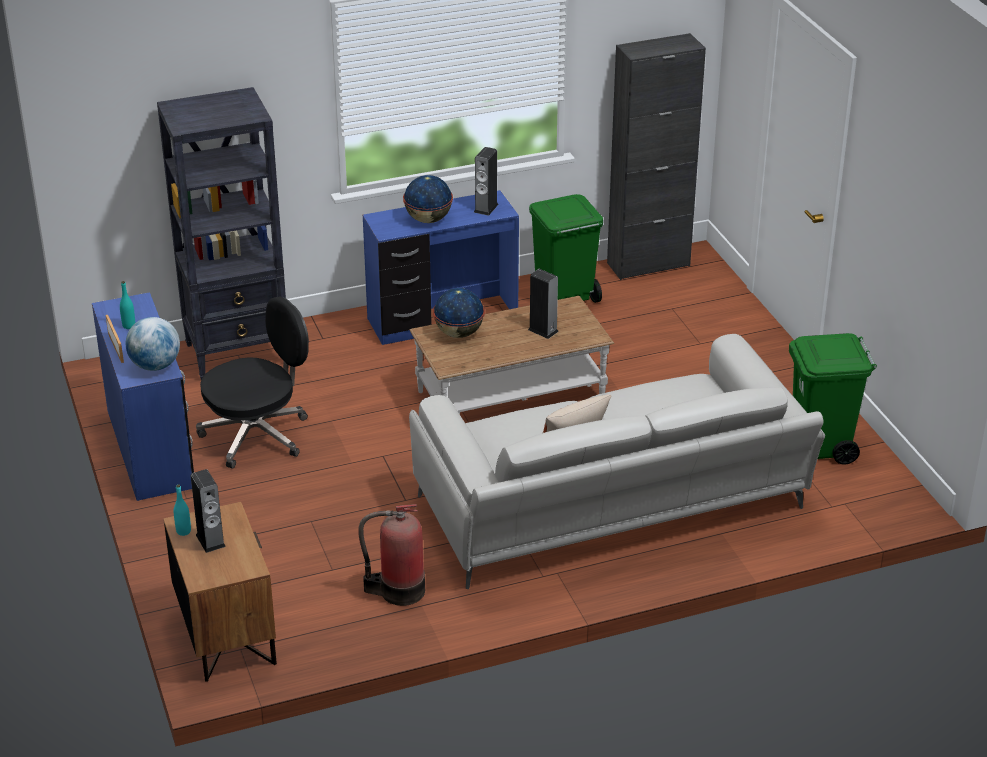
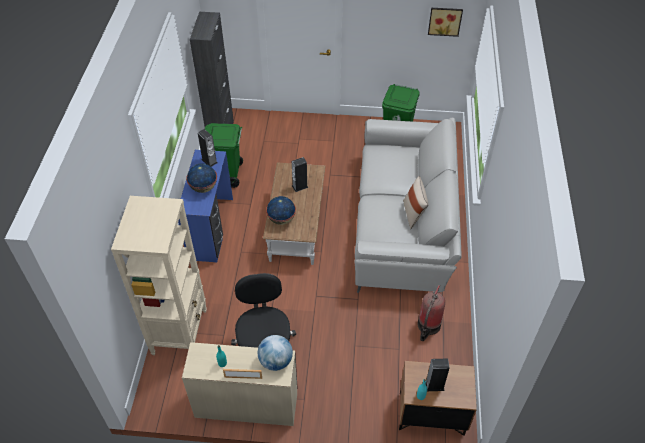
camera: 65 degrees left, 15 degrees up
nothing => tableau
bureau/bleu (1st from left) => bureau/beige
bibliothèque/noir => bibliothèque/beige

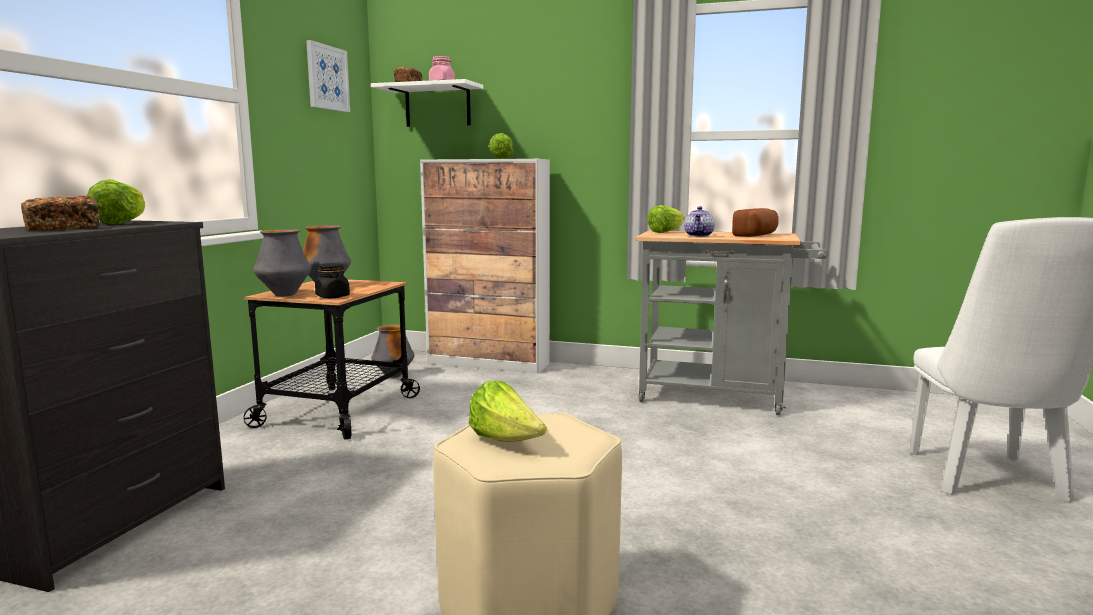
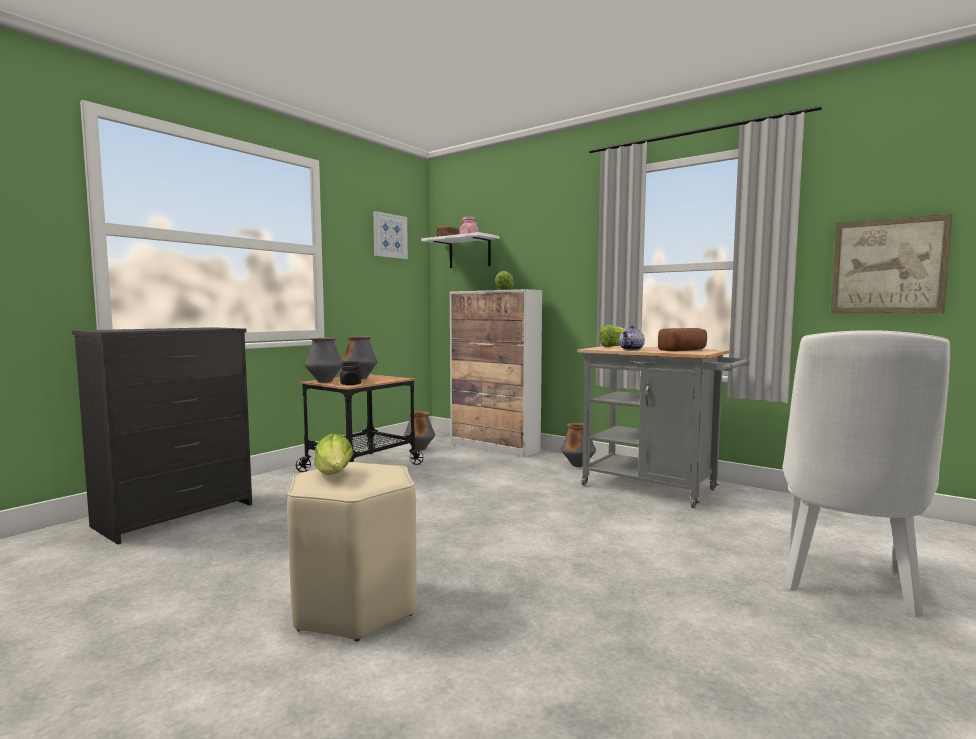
camera: 20 degrees right, 5 degrees down
pain (1st from left) => nothing
laitue (1st from left) => nothing
nothing => vase (4th from left)
nothing => tableau (2nd from left)

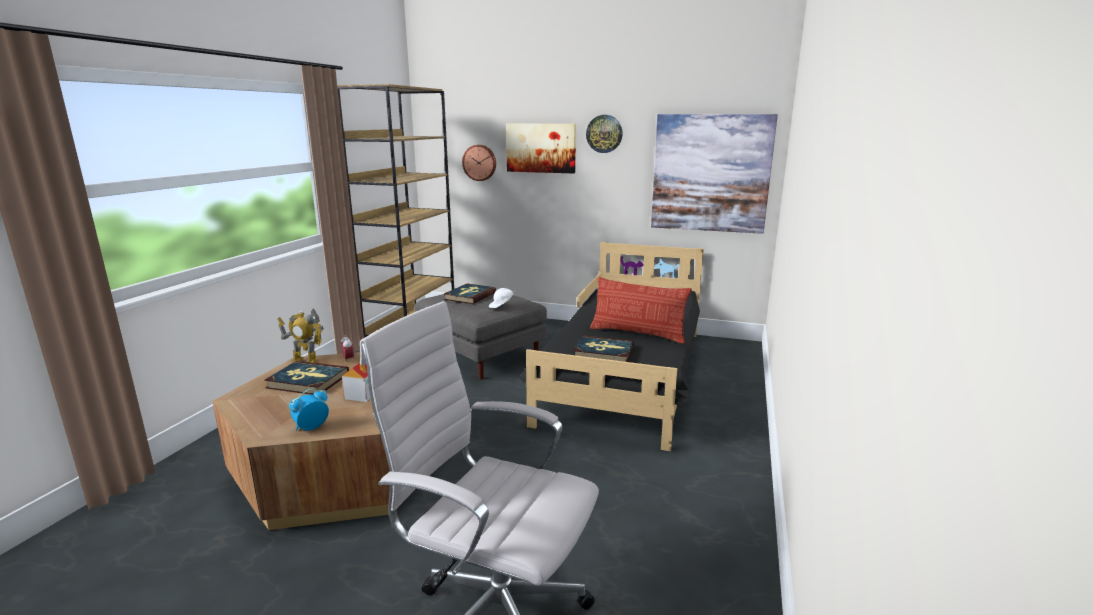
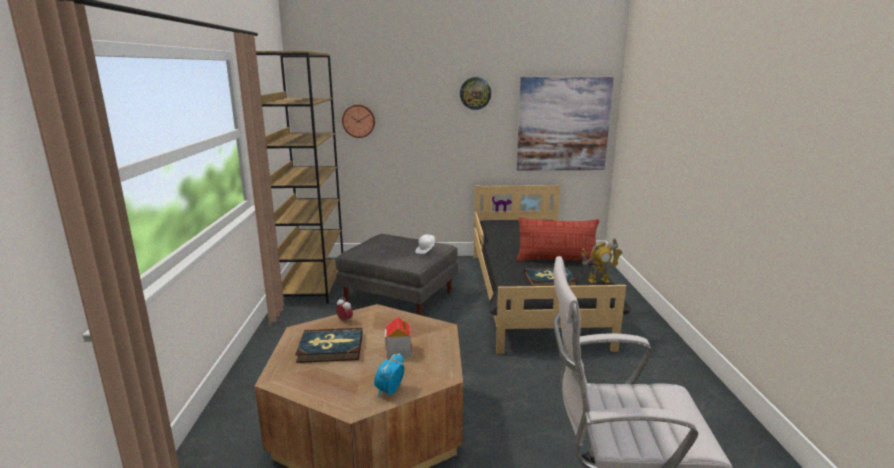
camera: 20 degrees left, 0 degrees up
livre (2nd from left) => nothing
tableau (1st from left) => nothing
robot jouet, move

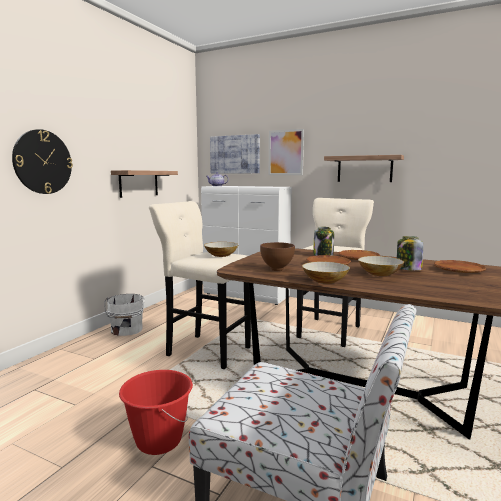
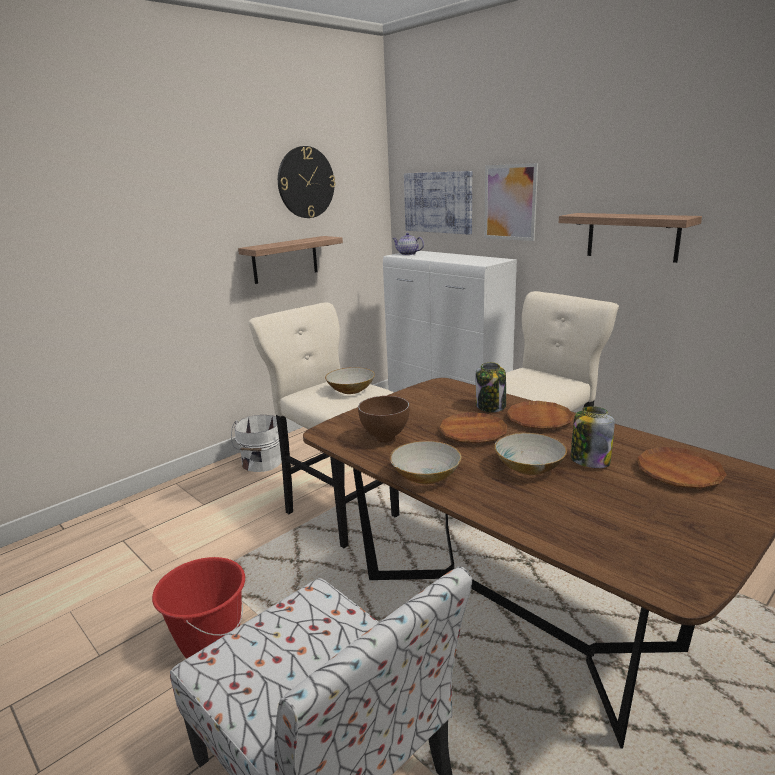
camera: 20 degrees right, 10 degrees up
horloge murale, move

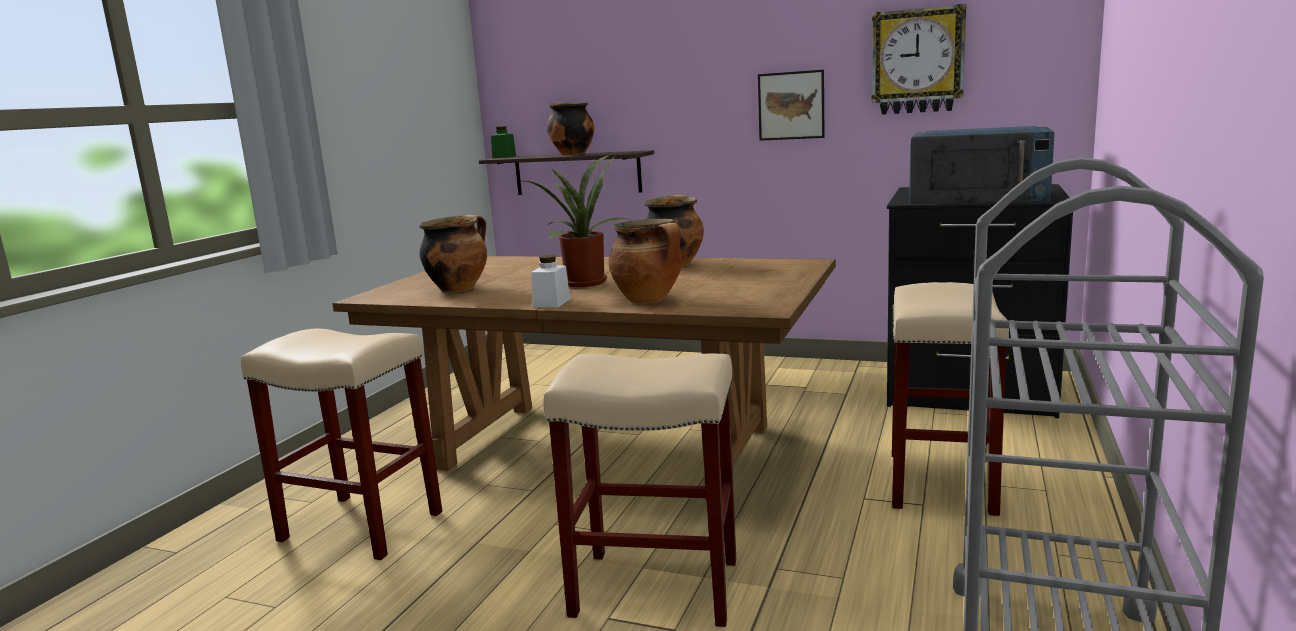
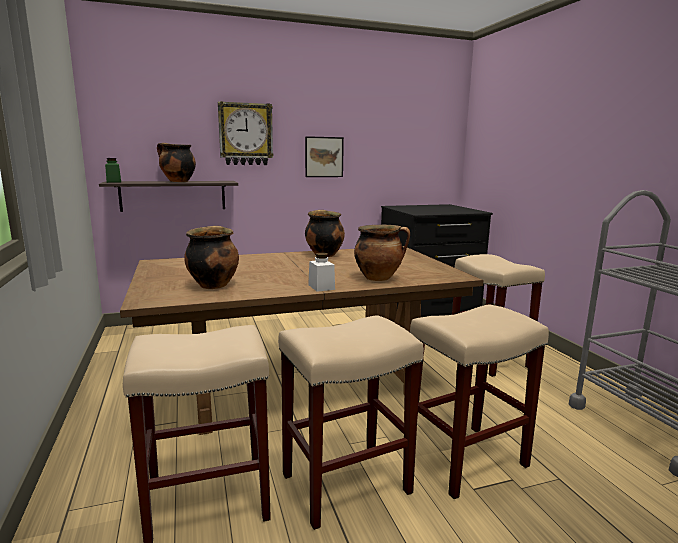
camera: 40 degrees left, 0 degrees up
plante en pot => nothing
micro-ondes/bleu => nothing
nothing => tabouret/beige (2nd from left)
horloge murale, move

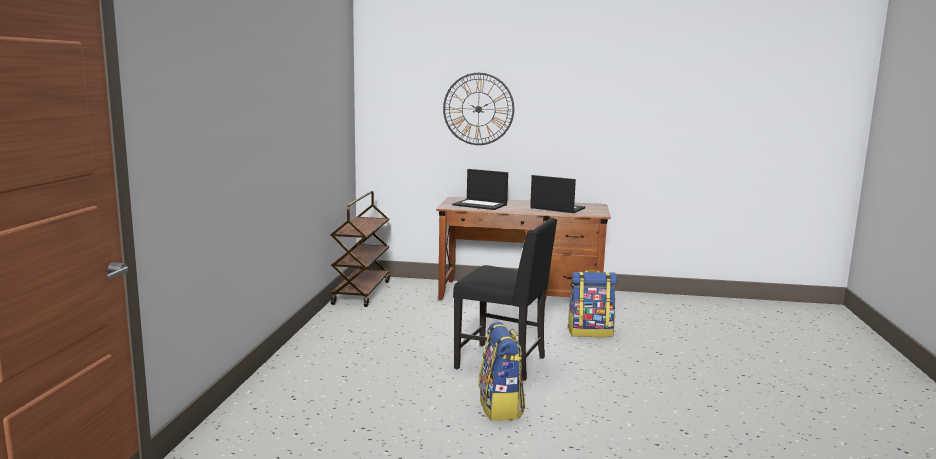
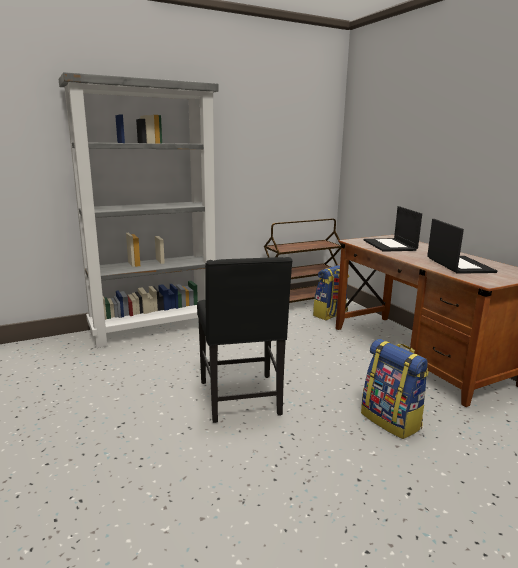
camera: 55 degrees right, 5 degrees up
horloge murale => nothing
nothing => bibliothèque/gris
sac à dos (1st from left), move

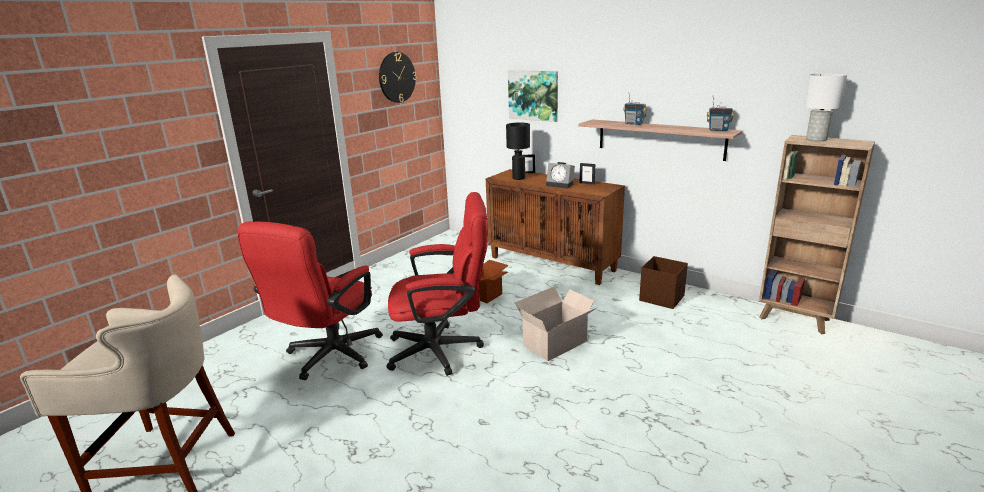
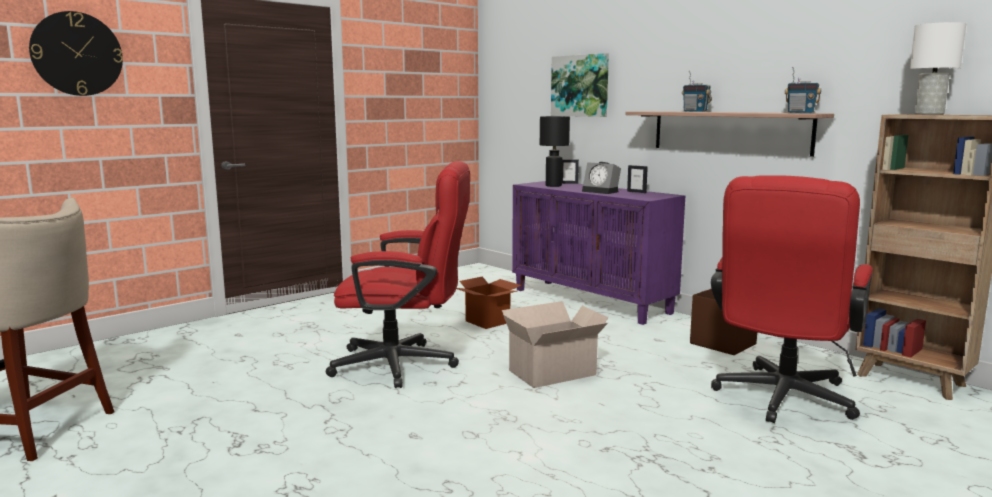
camera: 10 degrees right, 10 degrees down
chaise de bureau/rouge (1st from left in the first image) => chaise de bureau/rouge (2nd from left), move
horloge murale, move
meuble de rangement/marron => meuble de rangement/violet

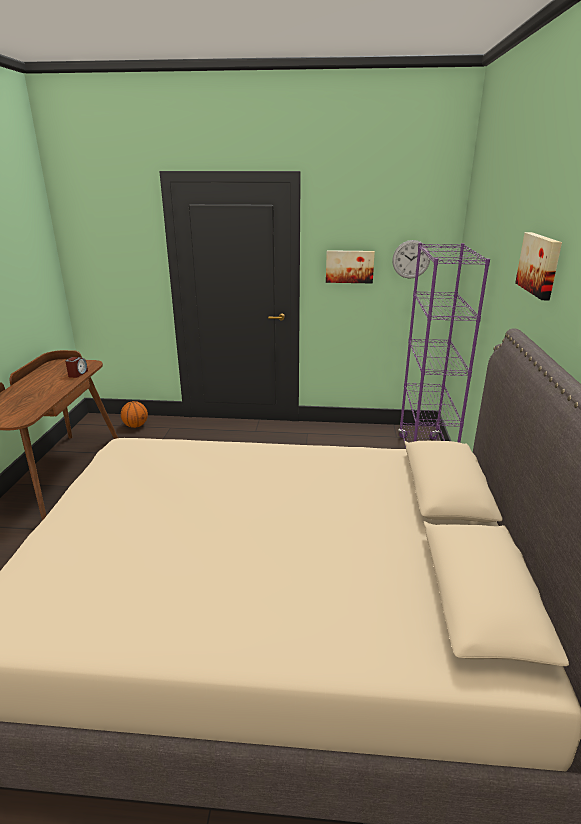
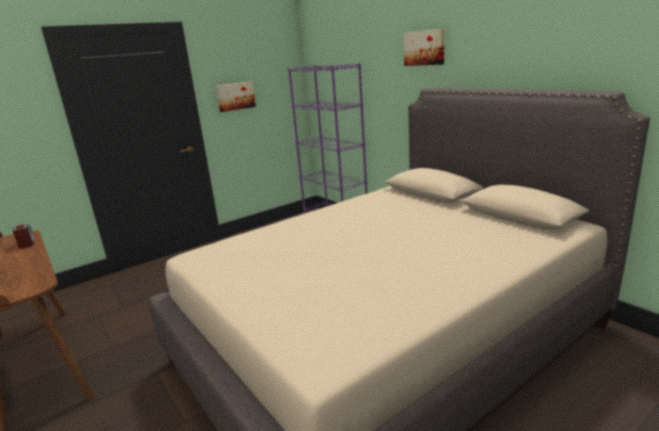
camera: 40 degrees left, 5 degrees down
ballon de basket => nothing
horloge murale => nothing

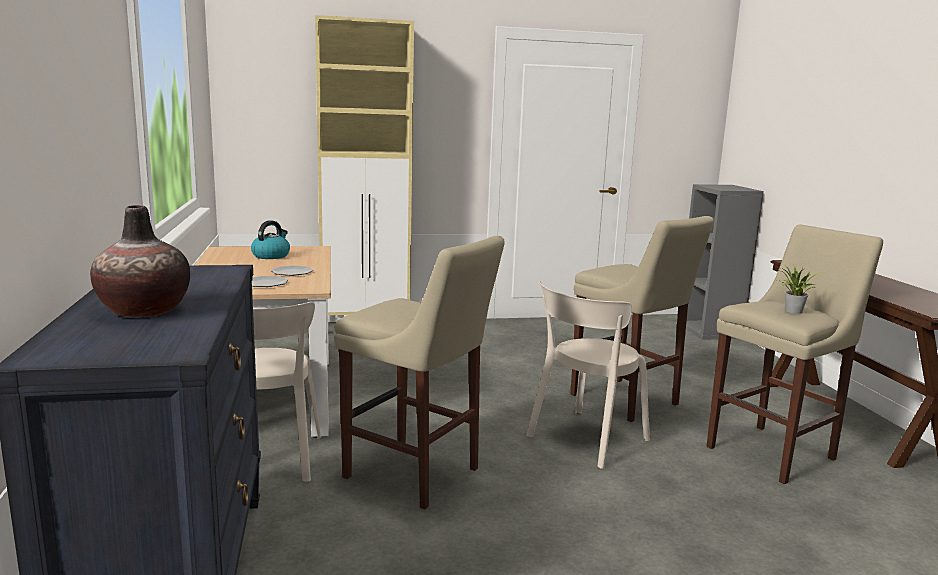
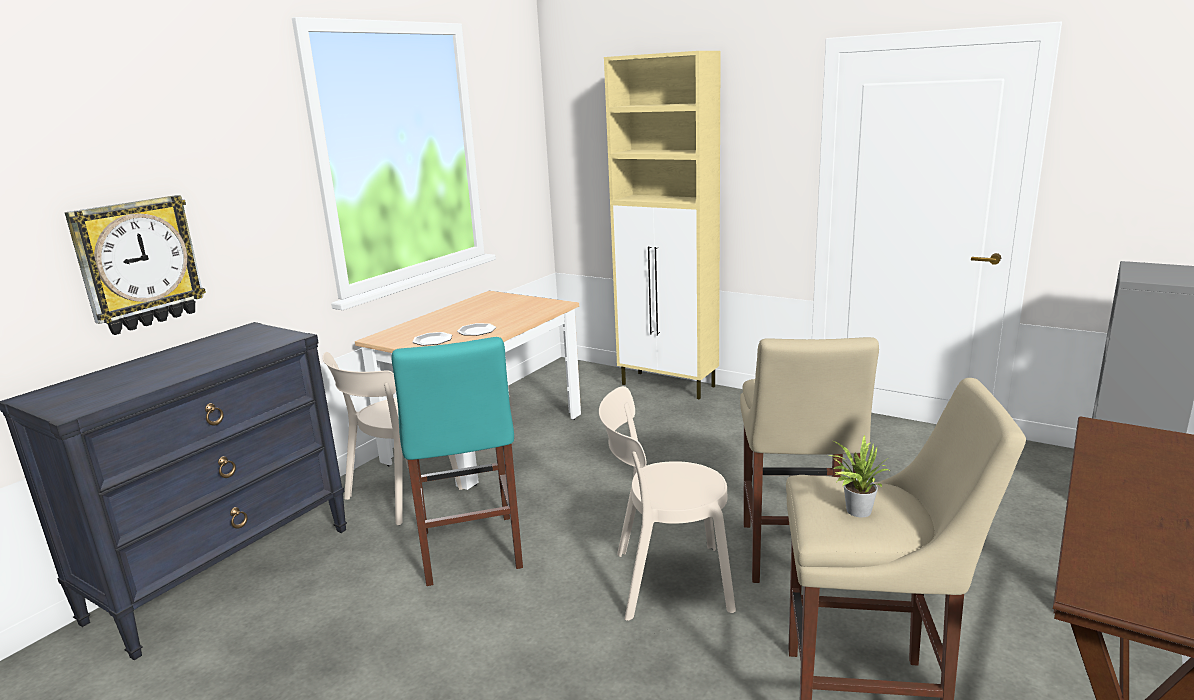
camera: 45 degrees right, 5 degrees up
vase => nothing
bouilloire => nothing
nothing => horloge murale
tabouret/beige (1st from left) => tabouret/turquoise

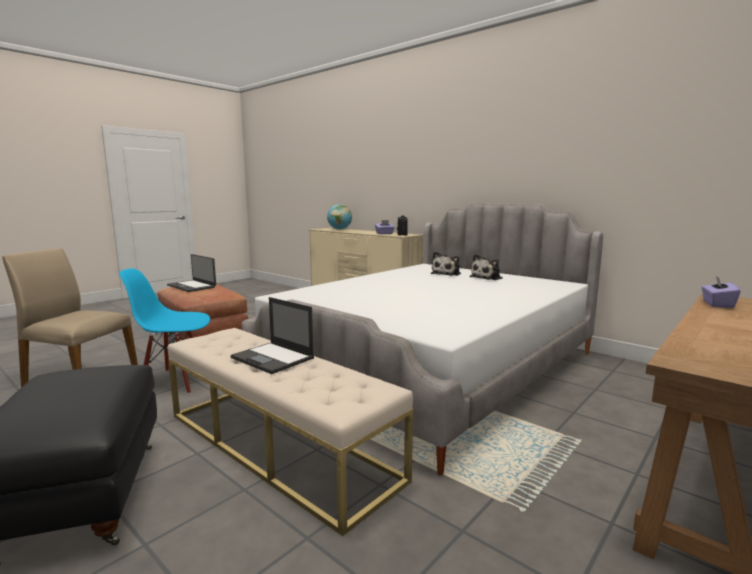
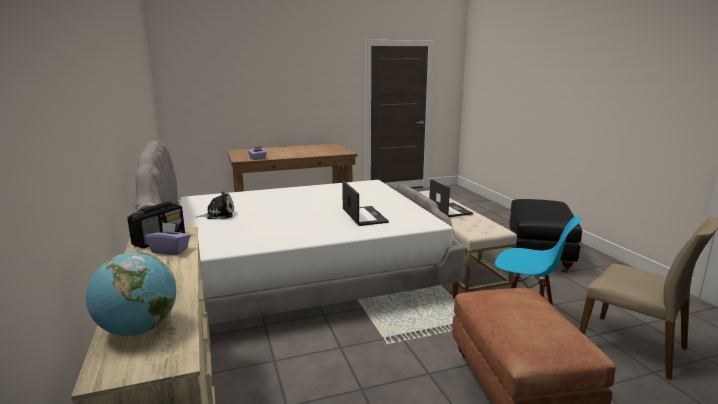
camera: 150 degrees left, 5 degrees up
peluche (1st from left) => nothing
ordinateur portable (1st from left), move

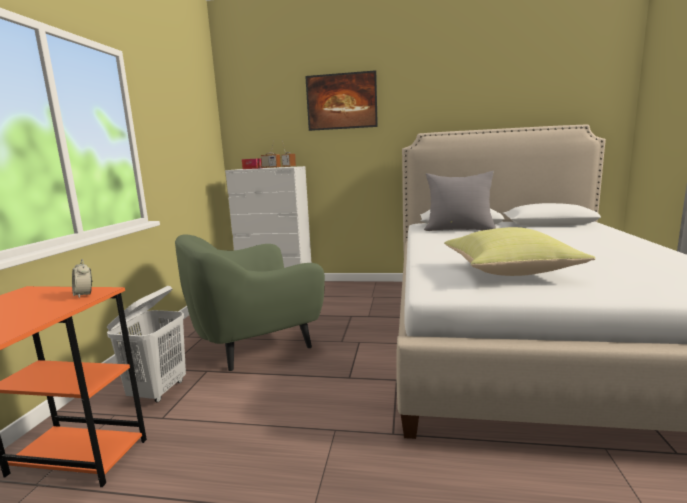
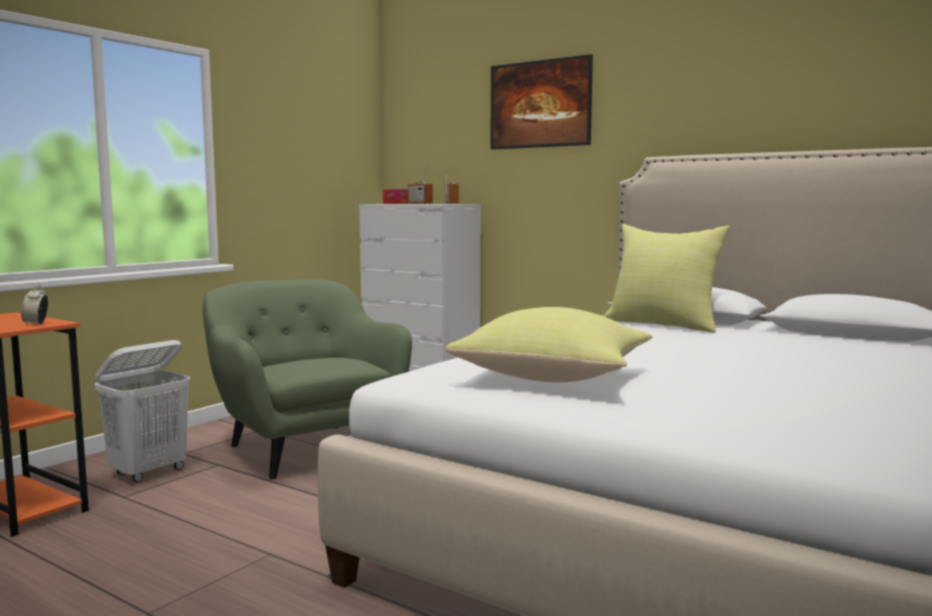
camera: 25 degrees right, 5 degrees down
coussin/gris => coussin/jaune (2nd from left)
fauteuil/vert, 60 degrees clockwise

